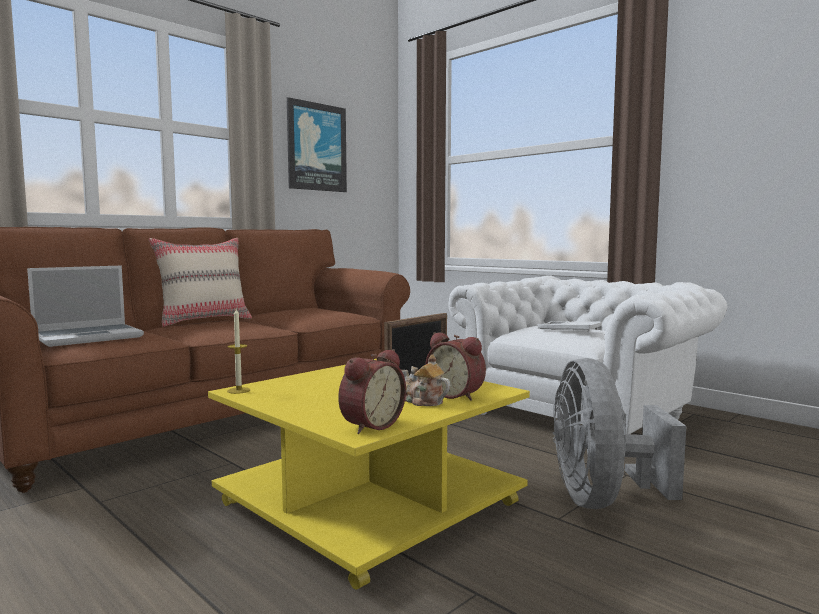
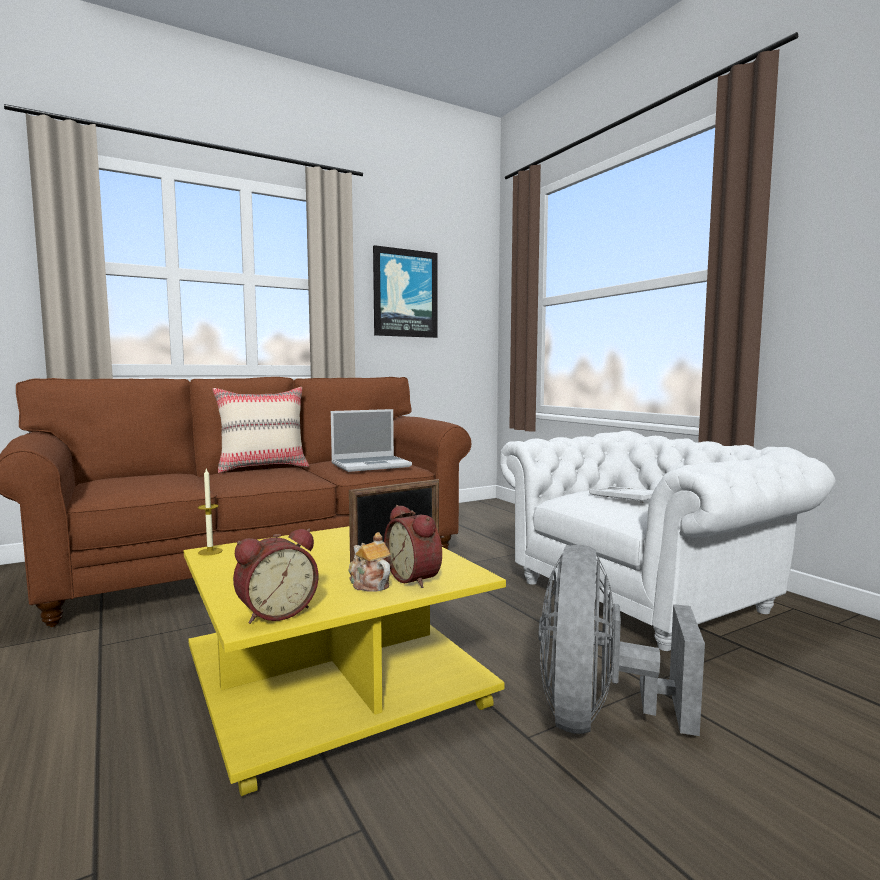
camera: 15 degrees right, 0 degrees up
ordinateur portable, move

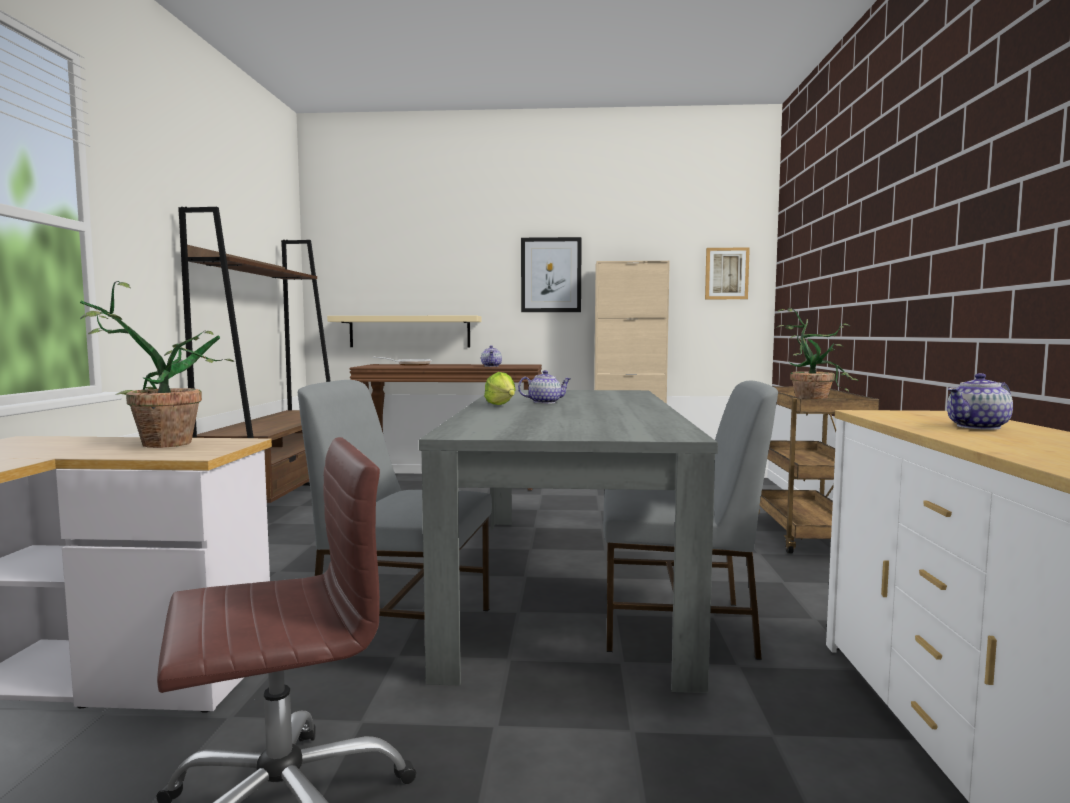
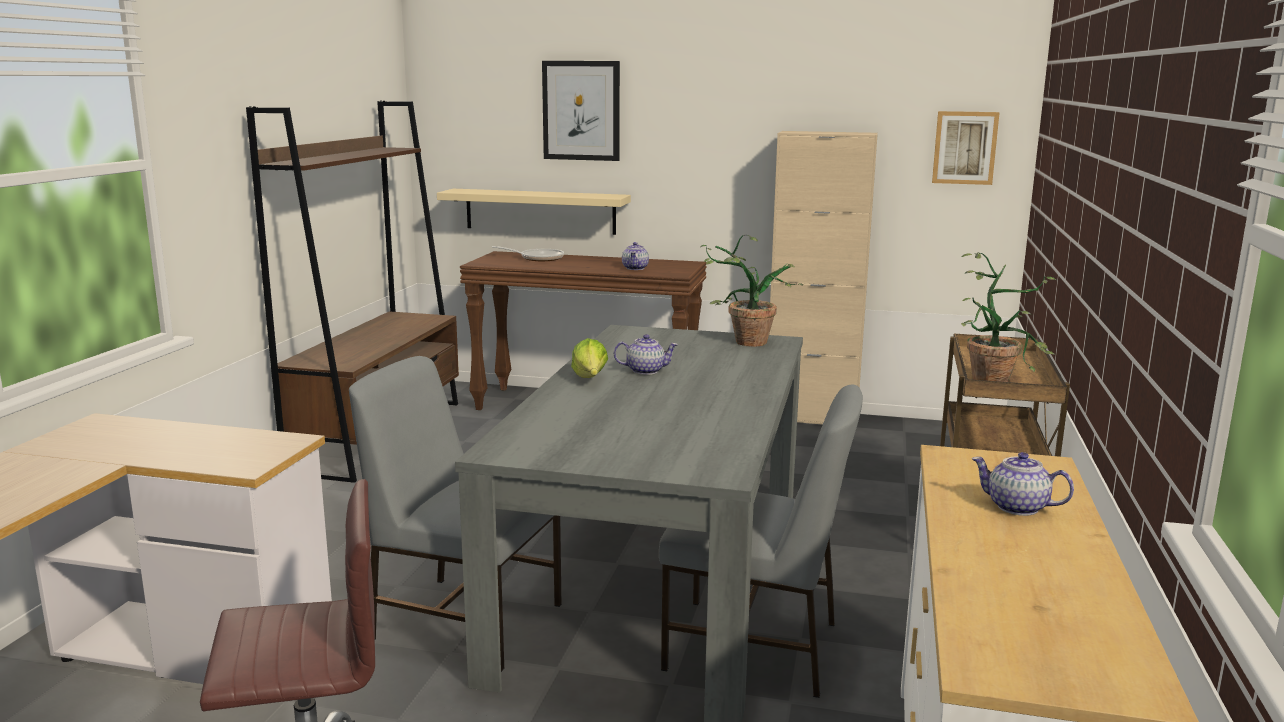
camera: 10 degrees right, 10 degrees up
plante en pot (1st from left), move
tableau (1st from left), move
théière (3rd from left), 45 degrees clockwise

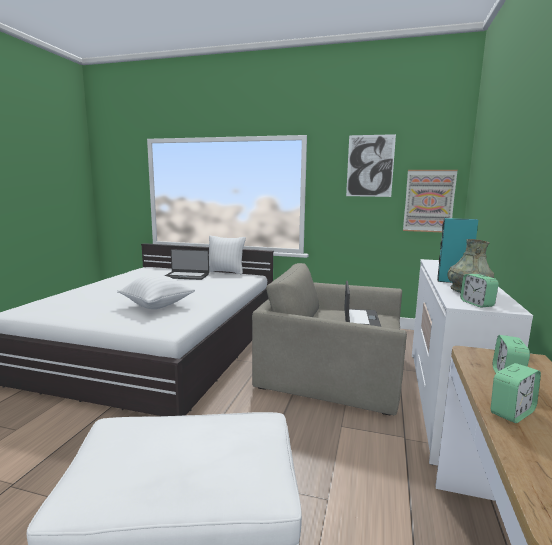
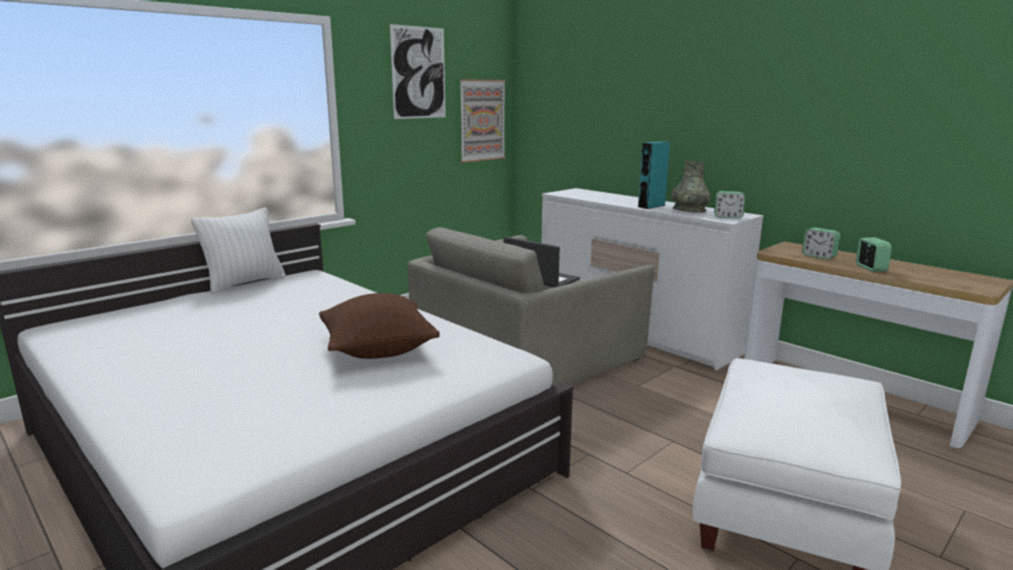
camera: 60 degrees left, 5 degrees up
ordinateur portable (1st from left) => nothing
coussin/blanc (1st from left) => coussin/marron

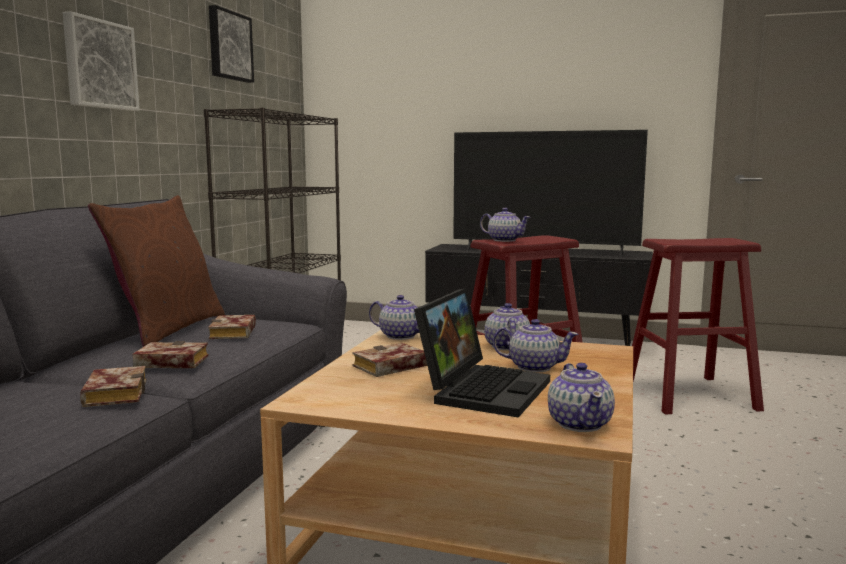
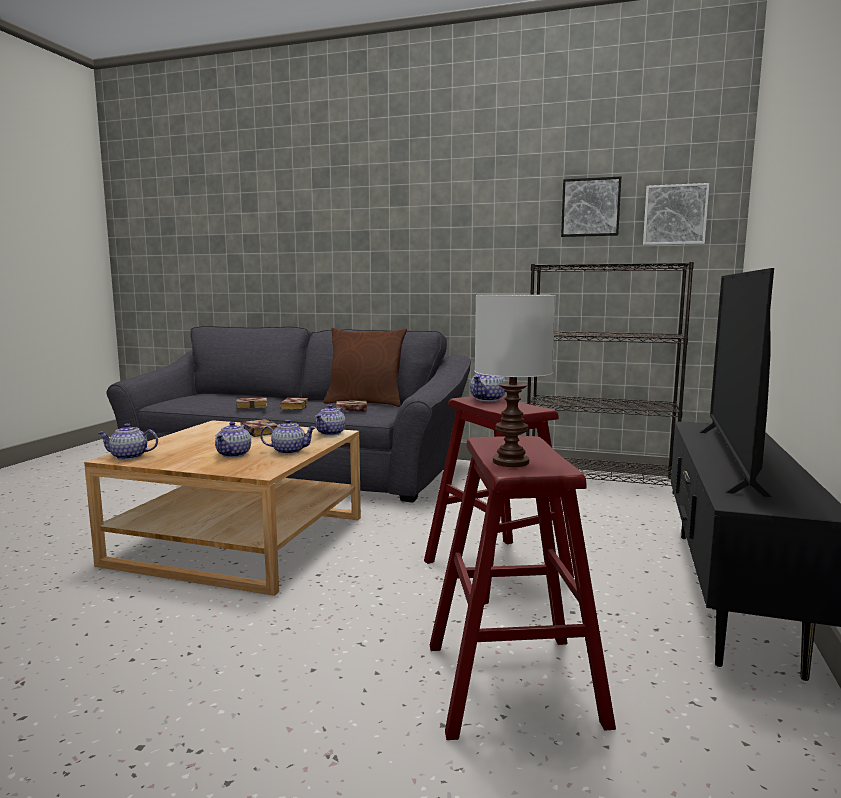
camera: 90 degrees right, 0 degrees up
ordinateur portable => nothing
nothing => lampe de table/blanc
tableau (1st from left in the first image) => tableau (2nd from left), move

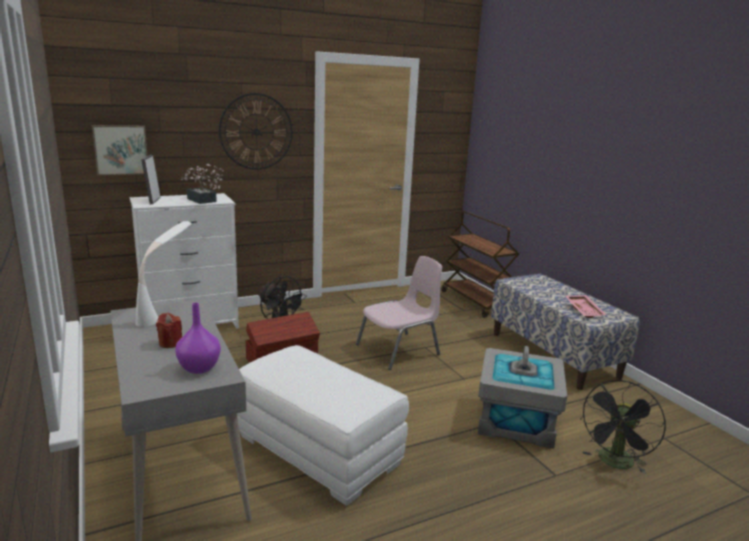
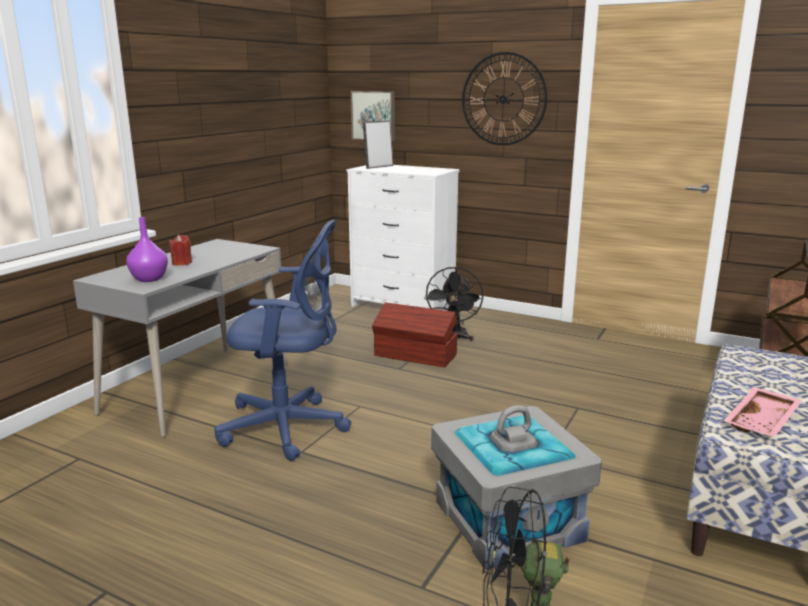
camera: 55 degrees right, 0 degrees up
lampe de table/blanc => nothing
plante en pot => nothing
chaise/rose => nothing
pouf/blanc => chaise de bureau/bleu

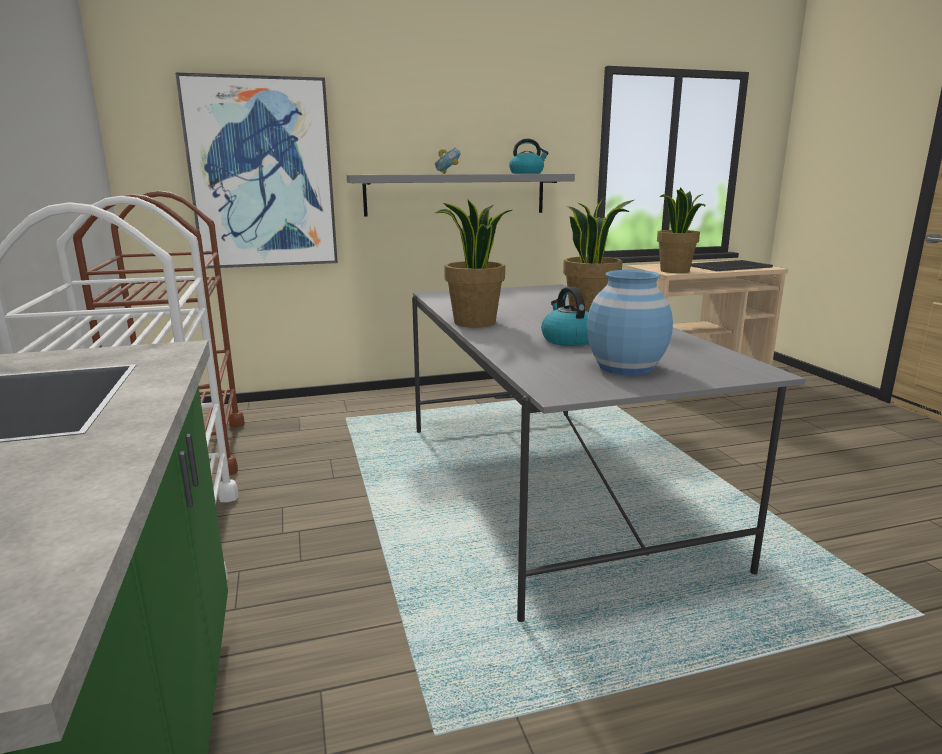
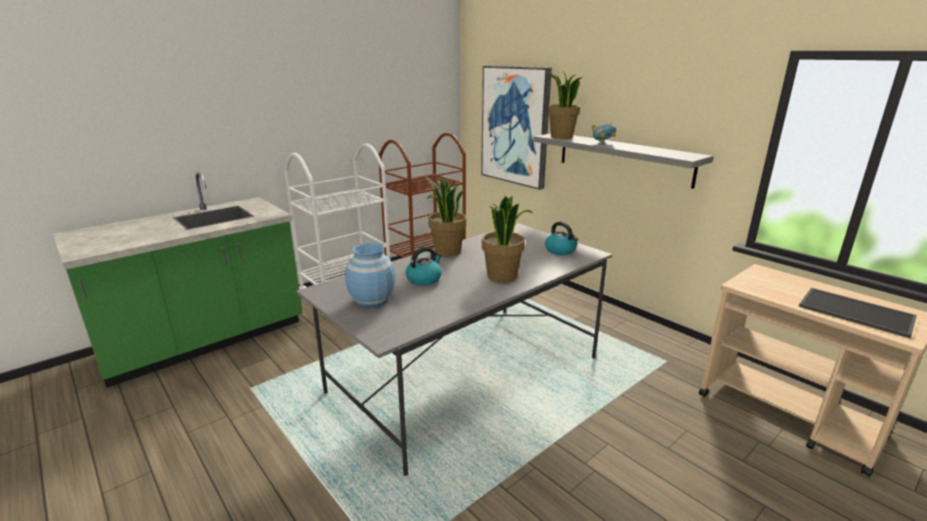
camera: 65 degrees right, 5 degrees up
bouilloire (1st from left in the first image) => bouilloire (2nd from left), move
plante en pot (3rd from left), move

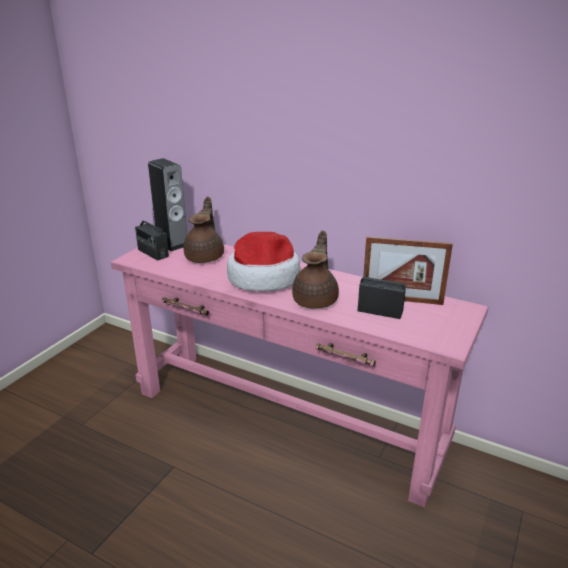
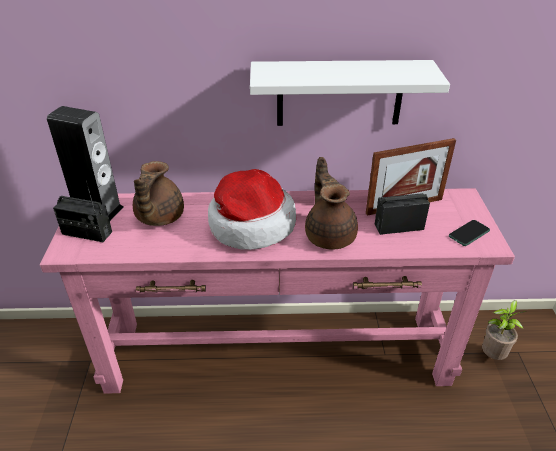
camera: 30 degrees left, 10 degrees up
nothing => étagère/blanc
nothing => téléphone
nothing => plante en pot
théière/marron (1st from left), 150 degrees counterclockwise

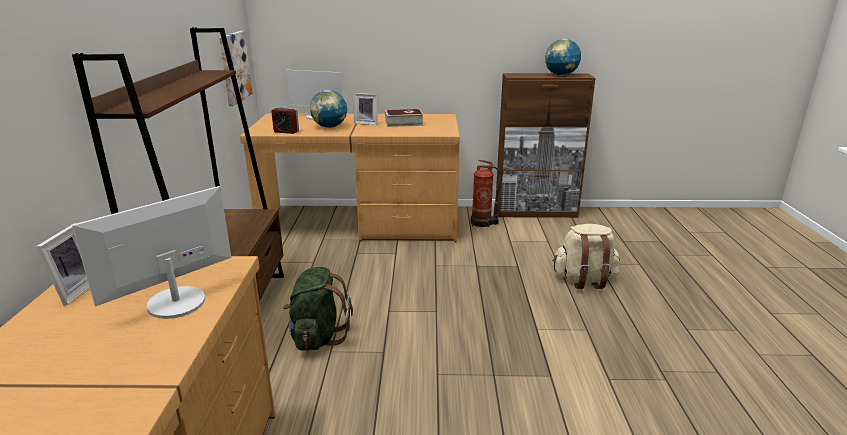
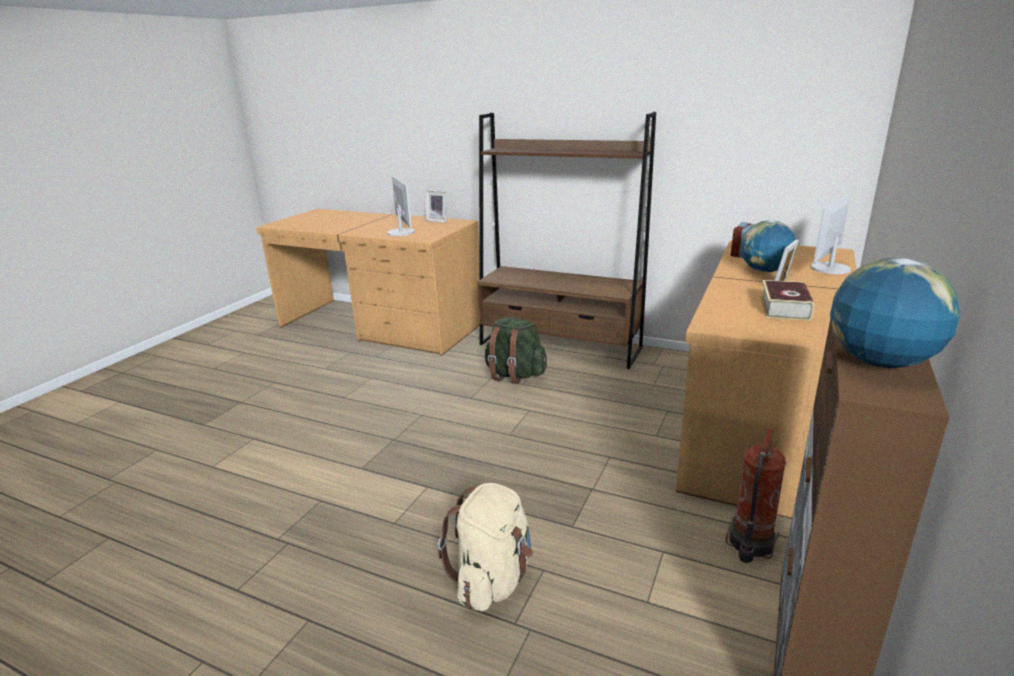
camera: 115 degrees right, 0 degrees up
tableau => nothing

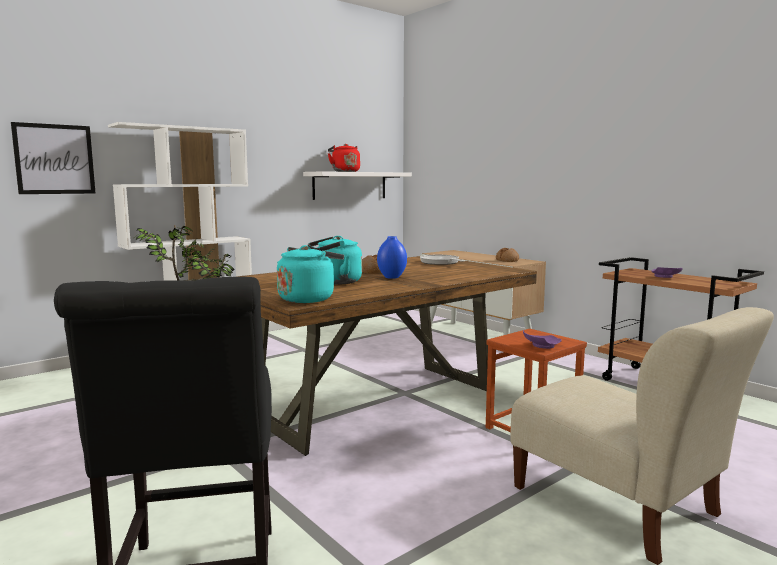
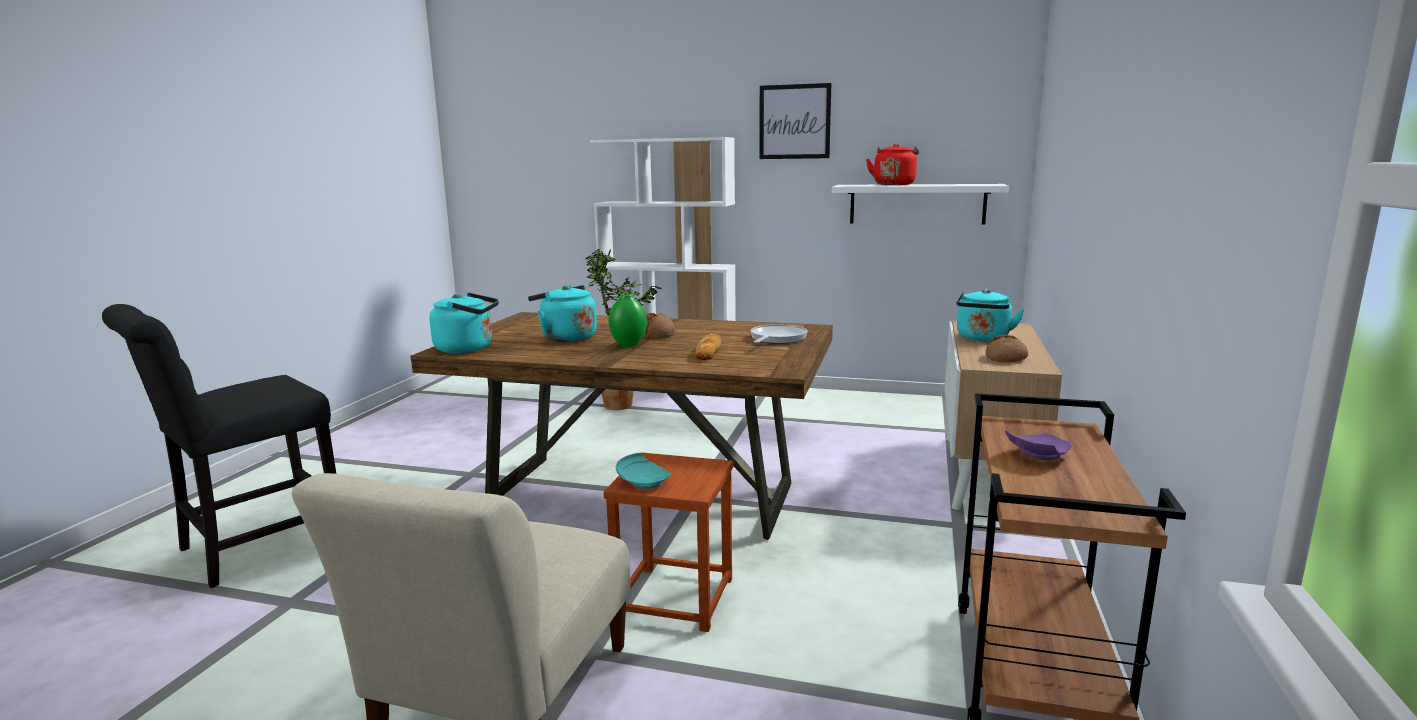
camera: 55 degrees right, 5 degrees up
nothing => pain (2nd from left)
nothing => bouilloire/turquoise (3rd from left)
tableau, move
vase/bleu => vase/vert
assiette/violet (1st from left) => assiette/turquoise

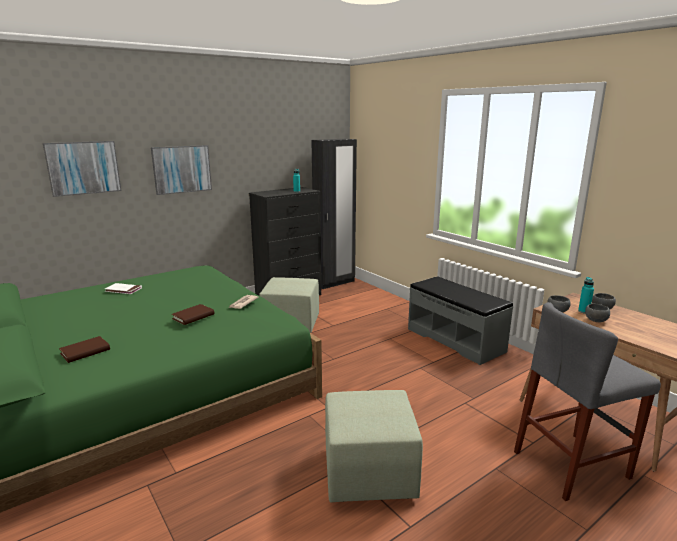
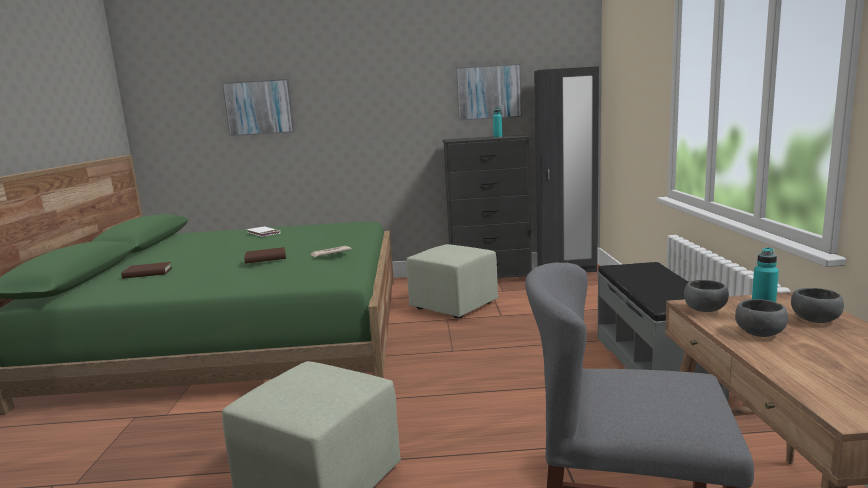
camera: 35 degrees right, 5 degrees down
tableau (2nd from left), move

